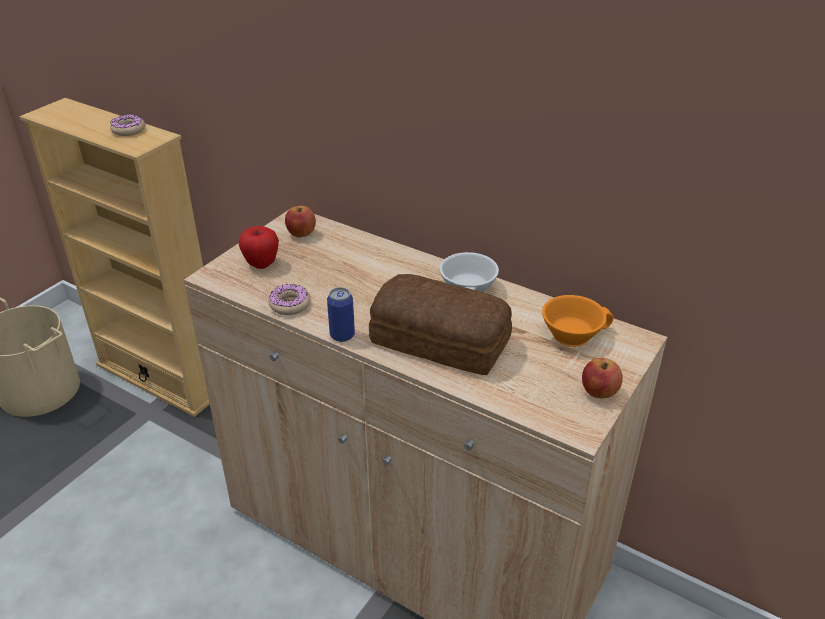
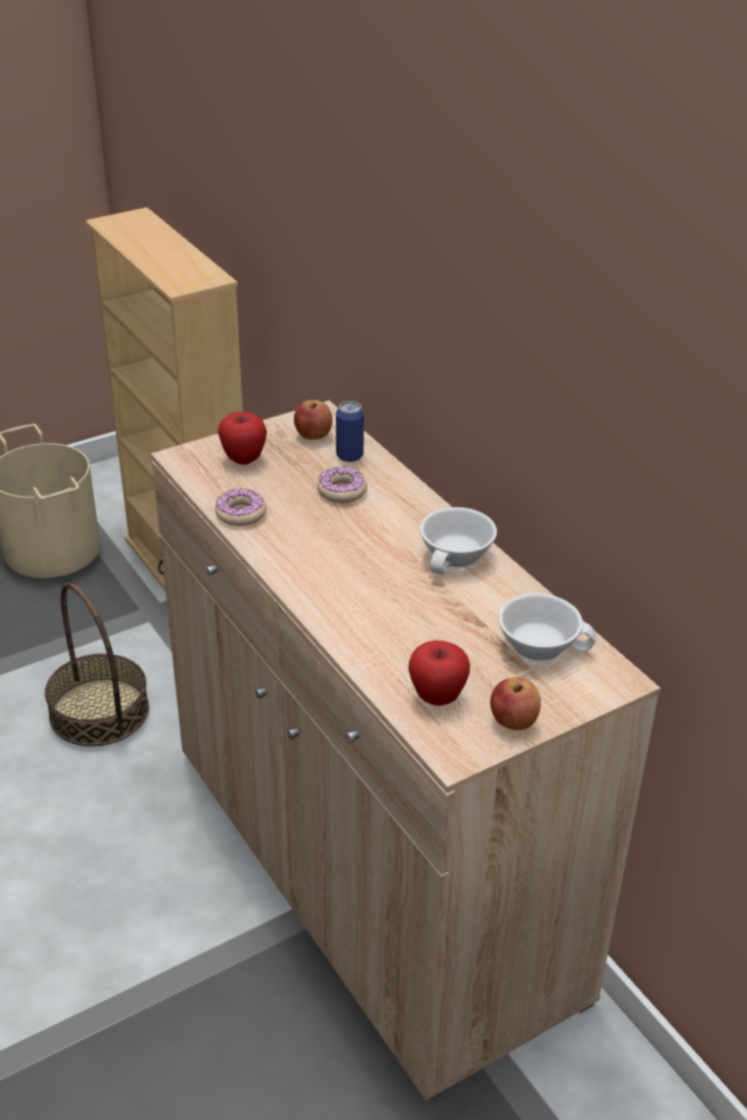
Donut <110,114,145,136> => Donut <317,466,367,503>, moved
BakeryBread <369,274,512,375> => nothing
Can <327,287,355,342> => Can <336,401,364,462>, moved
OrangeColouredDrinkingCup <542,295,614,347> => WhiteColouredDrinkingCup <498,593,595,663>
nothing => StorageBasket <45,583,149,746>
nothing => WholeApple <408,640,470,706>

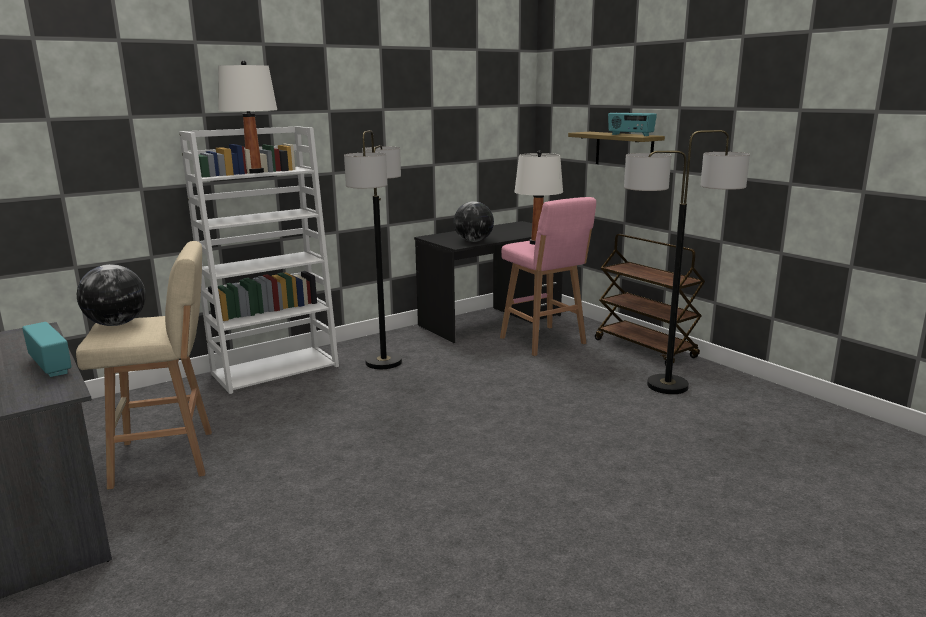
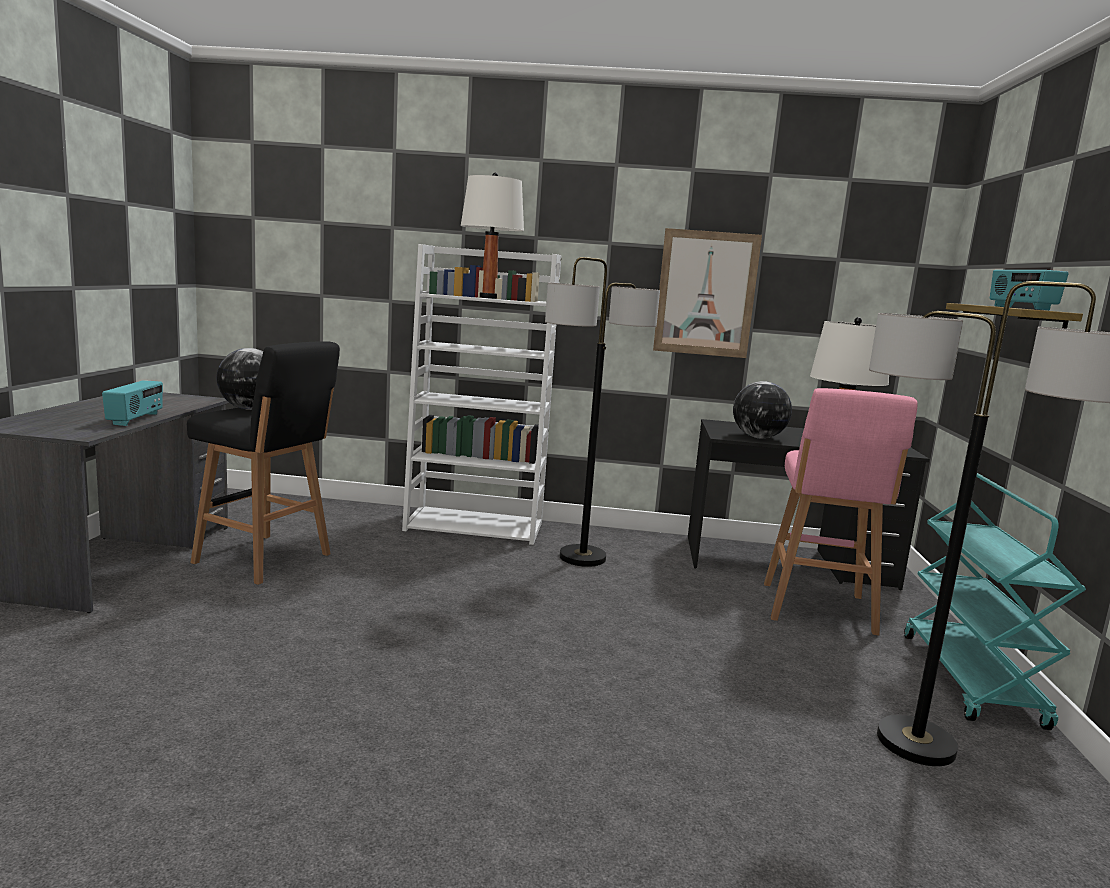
BrownCart <595,234,705,365> => TurquoiseColouredCart <904,473,1086,730>
SandColouredStool <76,241,212,490> => BlackColouredStool <187,341,340,585>
nothing => WallPicture <653,228,762,358>

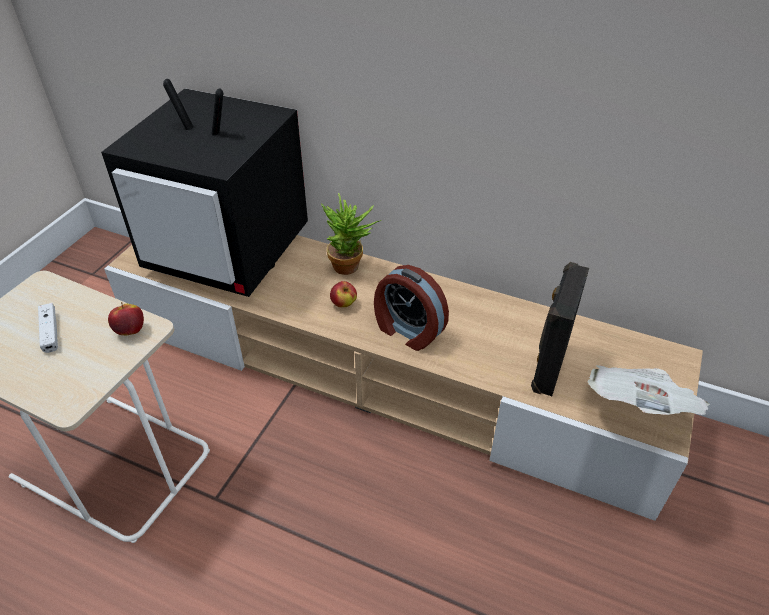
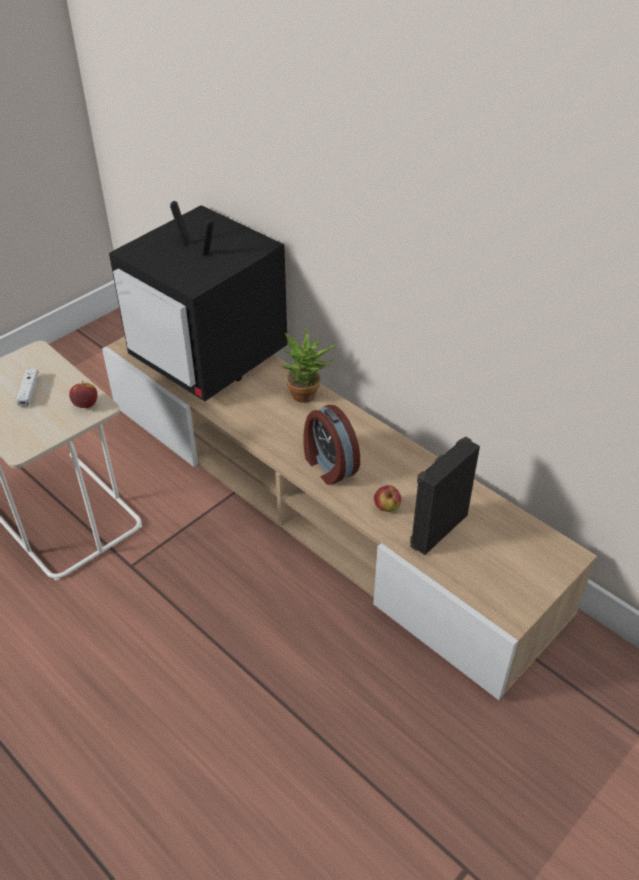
WholeApple <330,281,357,307> => WholeApple <374,485,401,512>, moved
PrintedPaper <588,365,709,415> => nothing

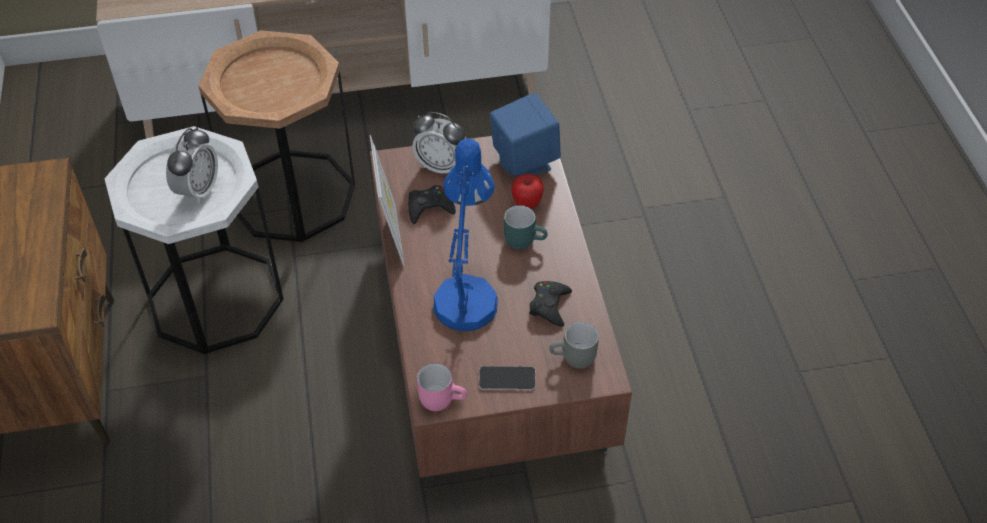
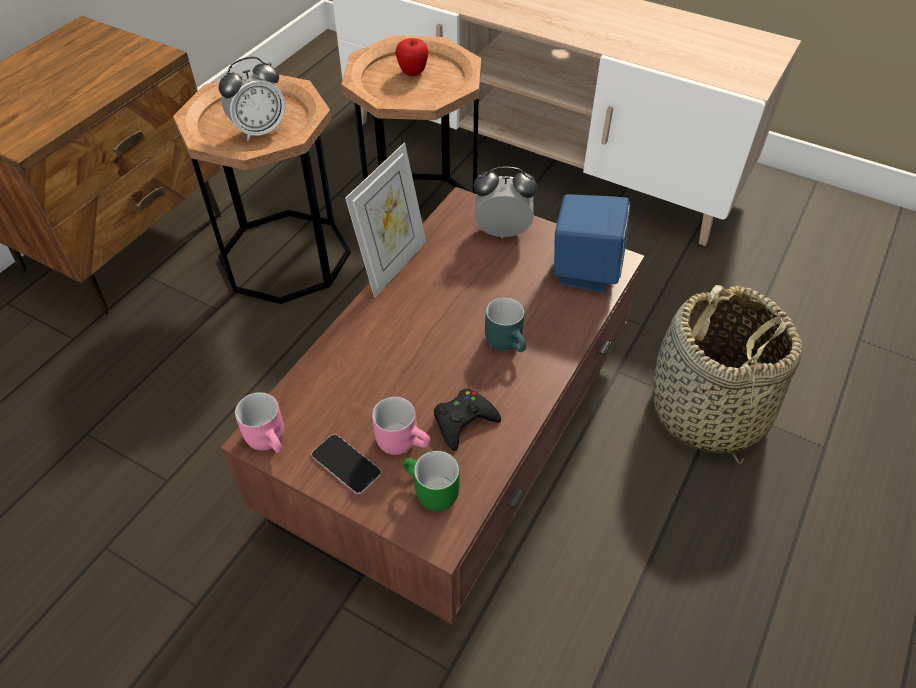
BedsideClock <412,112,467,173> => BedsideClock <474,167,537,238>, 120 degrees clockwise
WhiteColouredAccentTable <104,126,284,354> => BrownAccentTable <173,75,351,304>
BlueTabletopLamp <433,138,498,331> => nothing
WholeApple <511,174,544,209> => WholeApple <395,38,429,76>, moved
BlackColouredGameController <408,185,456,224> => nothing
GrayCoffeeMug <549,322,599,369> => GreenishCoffeeMug <403,451,460,511>
nothing => StorageBasket <653,285,803,464>
nothing => PinkCoffeeMug <372,397,430,455>

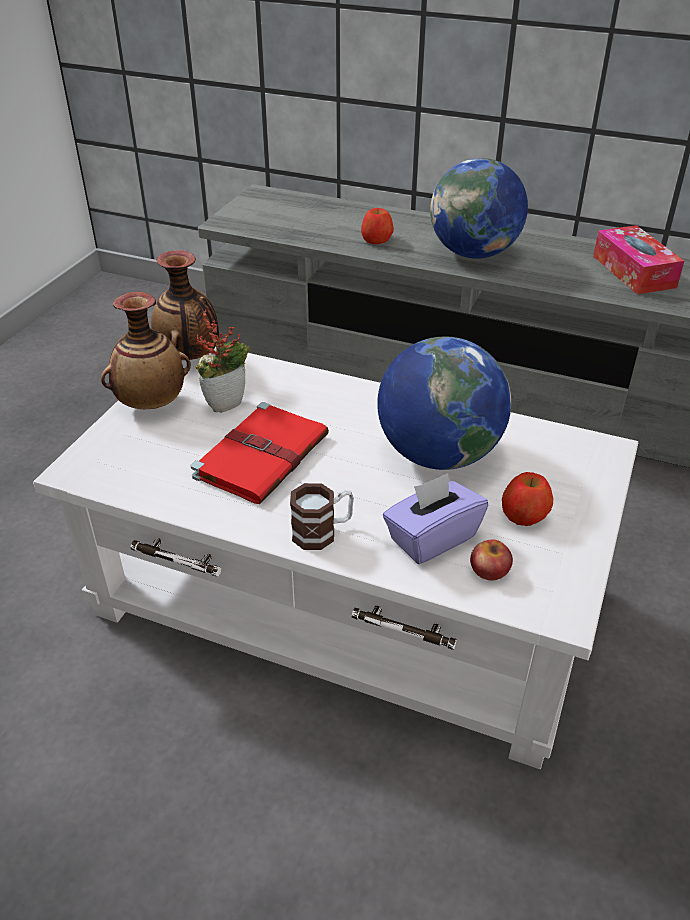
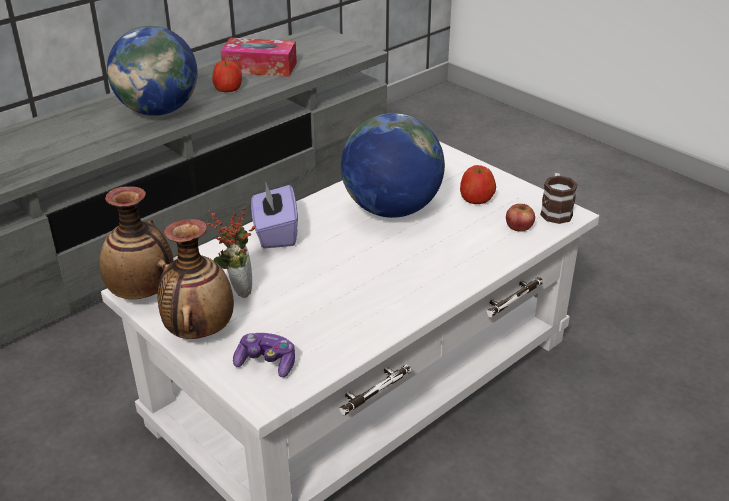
WholeApple <361,208,394,244> => WholeApple <212,60,242,92>, moved
RedColouredVolume <191,402,329,504> => nothing
PurpleColouredTissueHolder <383,473,488,564> => PurpleColouredTissueHolder <251,183,298,248>, moved
CoffeeMug <290,483,354,550> => CoffeeMug <540,173,578,224>, moved
nothing => GameController <233,333,295,377>

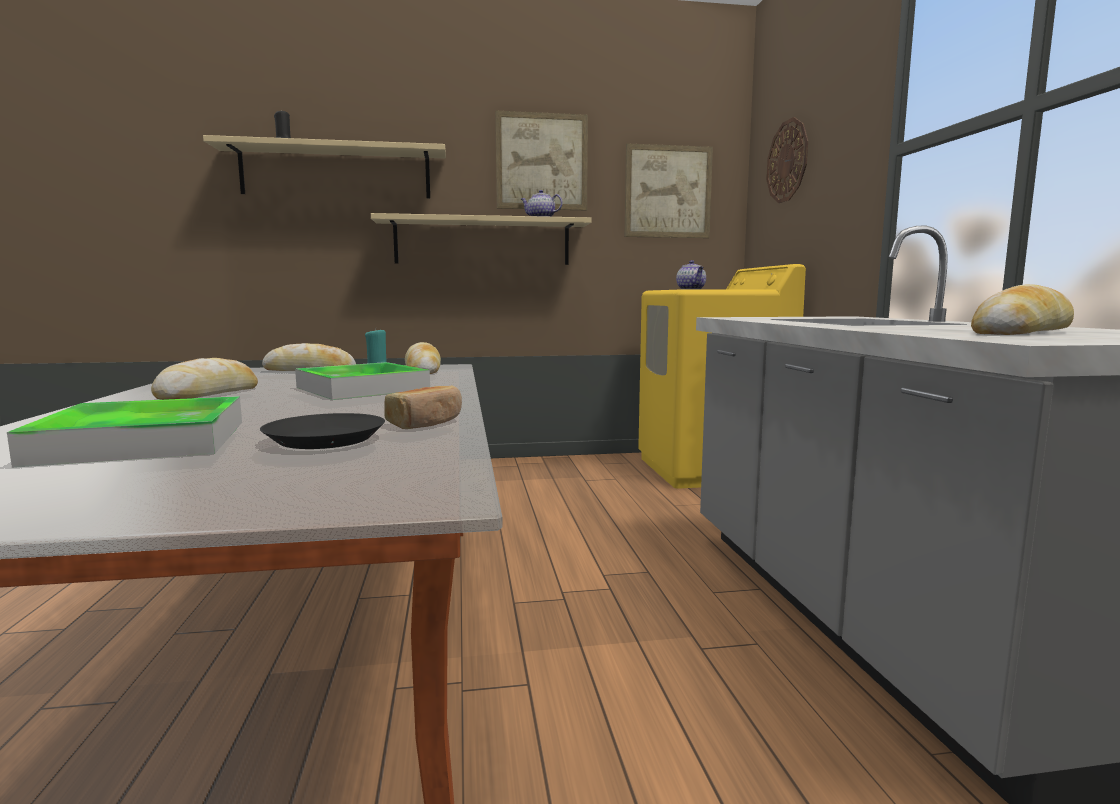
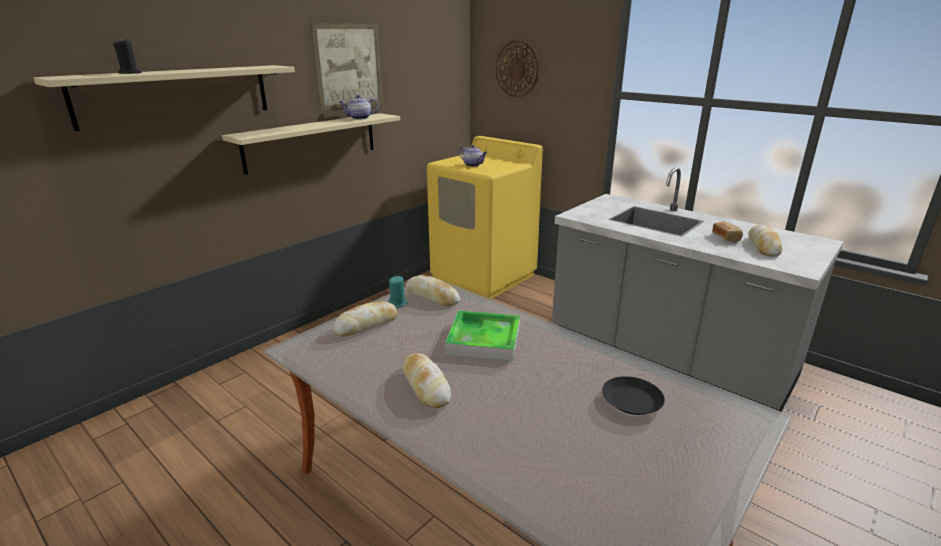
WallPicture <625,143,713,238> => nothing
BakeryBread <384,385,462,429> => BakeryBread <712,221,743,243>, moved
Tray <7,396,242,468> => nothing

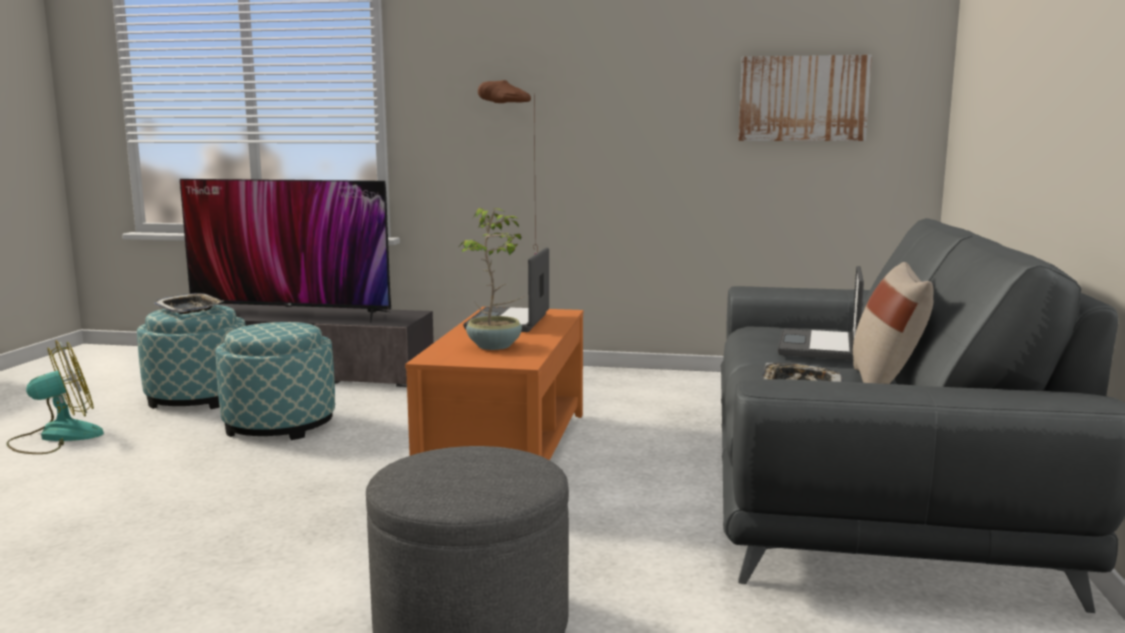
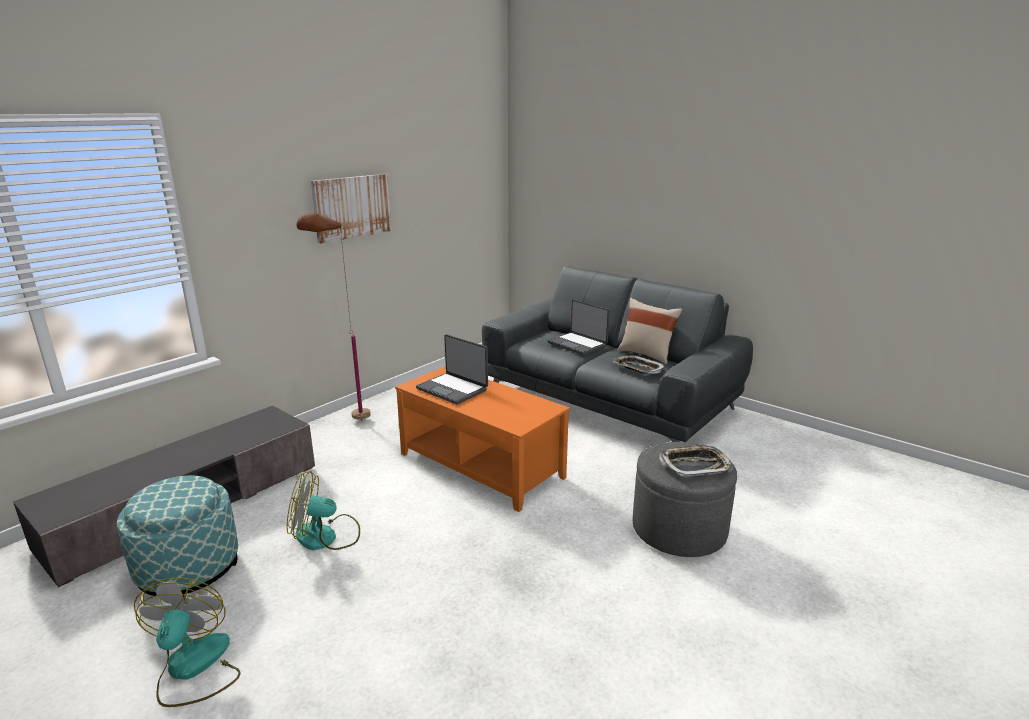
WallPicture <739,55,872,141> => WallPicture <311,174,392,244>, moved
Television <180,179,391,323> => nothing
Houseplant <460,208,525,350> => nothing
Tray <153,293,223,314> => Tray <659,444,733,476>, moved
Pouffe <215,322,335,440> => ElectricFan <287,471,360,550>

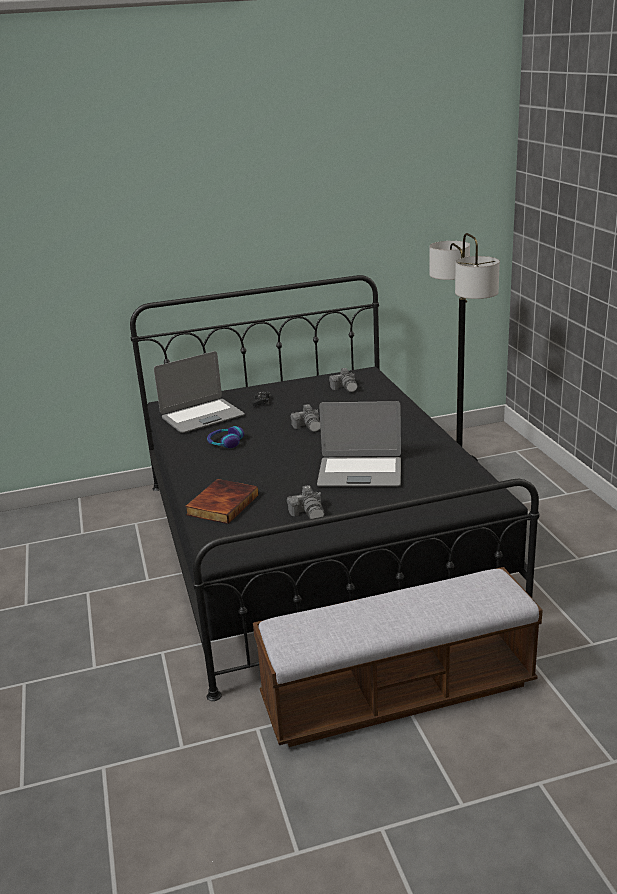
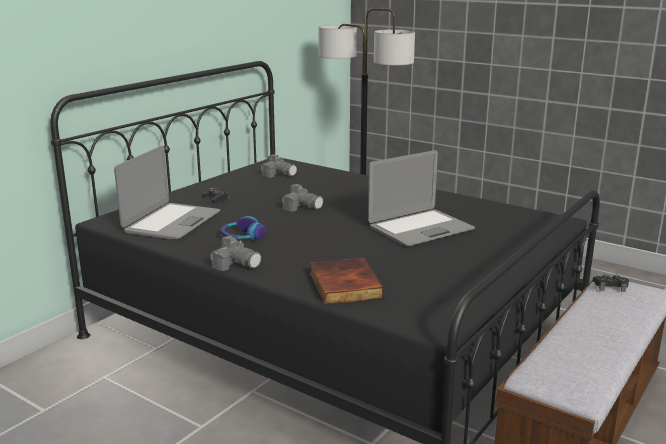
StillCamera <287,485,325,519> => StillCamera <210,236,261,271>, moved
nothing => BlackColouredGameController <592,274,629,292>

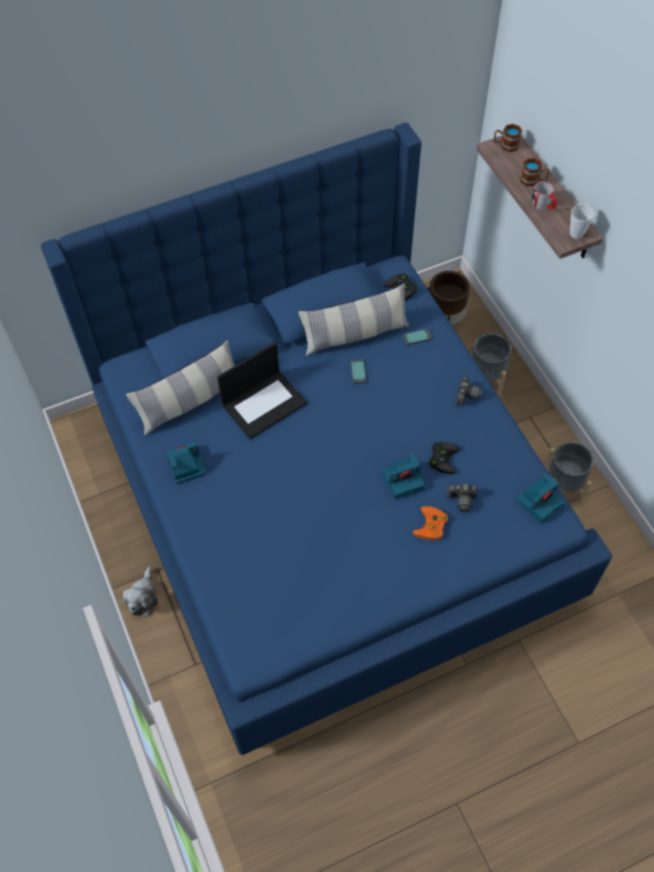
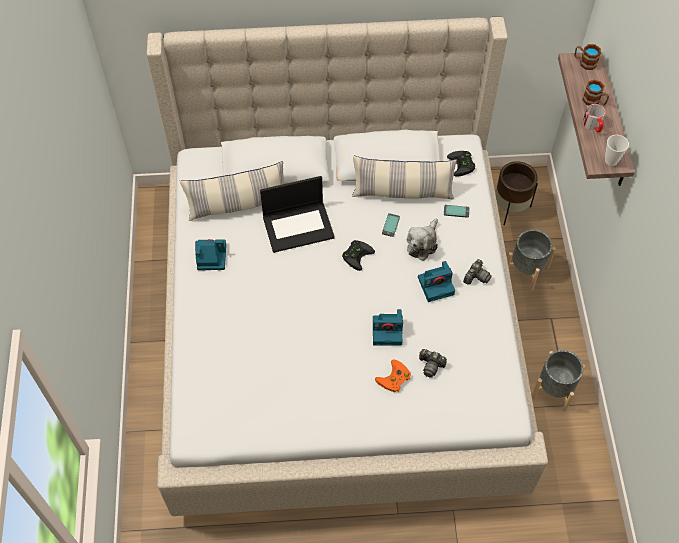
BlueBed <41,123,612,755> => SandColouredBed <146,16,548,516>
BlackColouredGameController <429,442,460,474> => BlackColouredGameController <342,240,375,271>, moved
StillCamera <517,473,565,523> => StillCamera <418,261,455,302>, moved
SoftToy <123,566,158,617> => SoftToy <407,218,438,261>, moved

